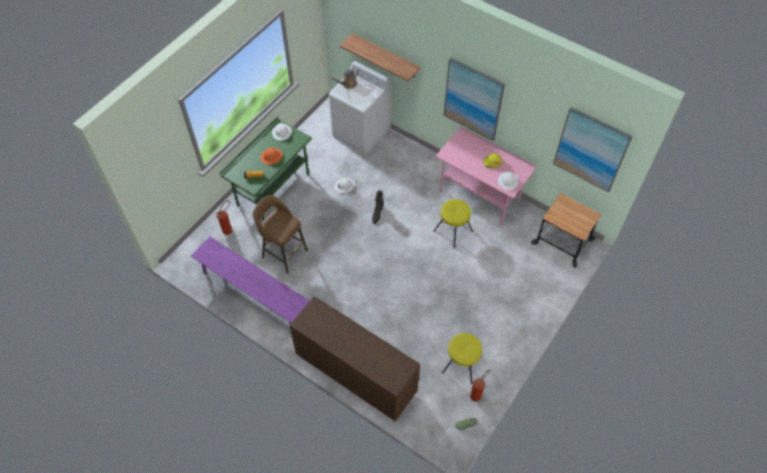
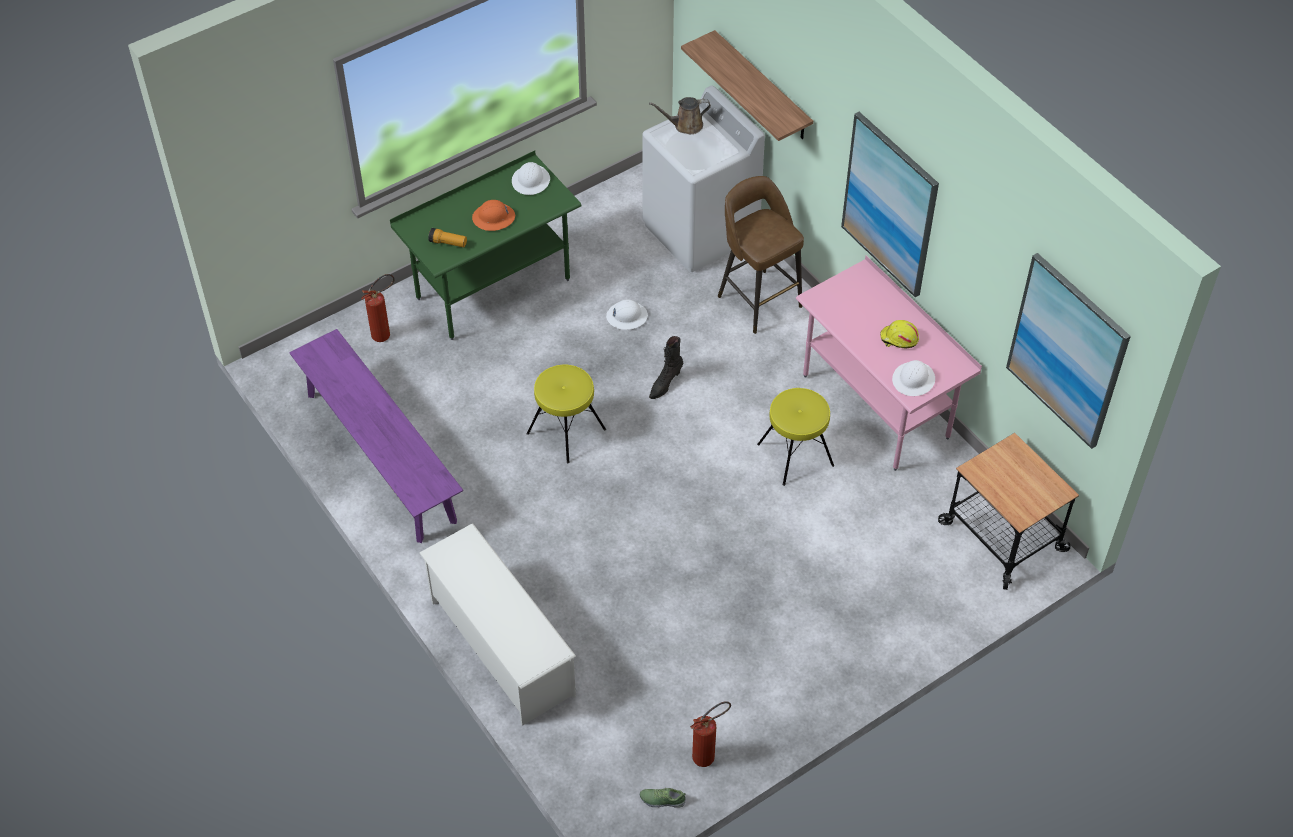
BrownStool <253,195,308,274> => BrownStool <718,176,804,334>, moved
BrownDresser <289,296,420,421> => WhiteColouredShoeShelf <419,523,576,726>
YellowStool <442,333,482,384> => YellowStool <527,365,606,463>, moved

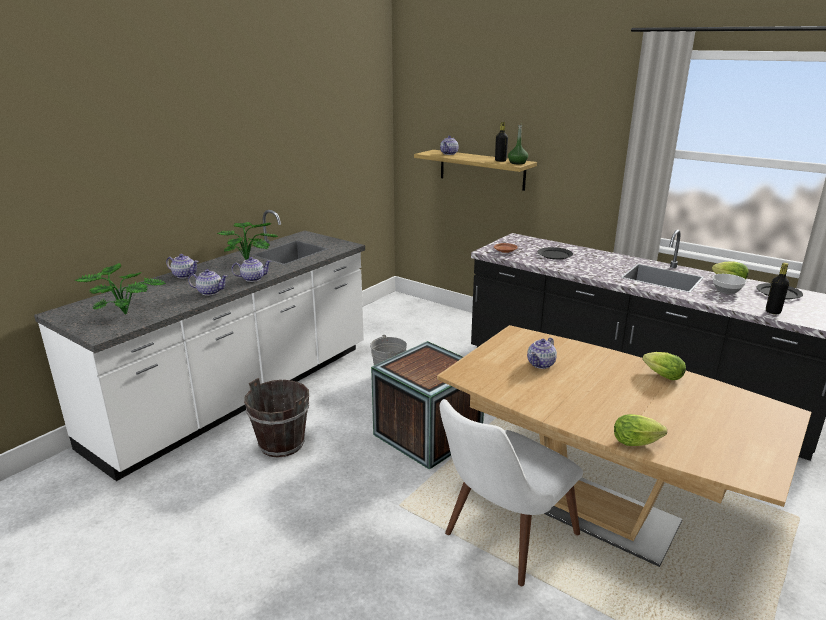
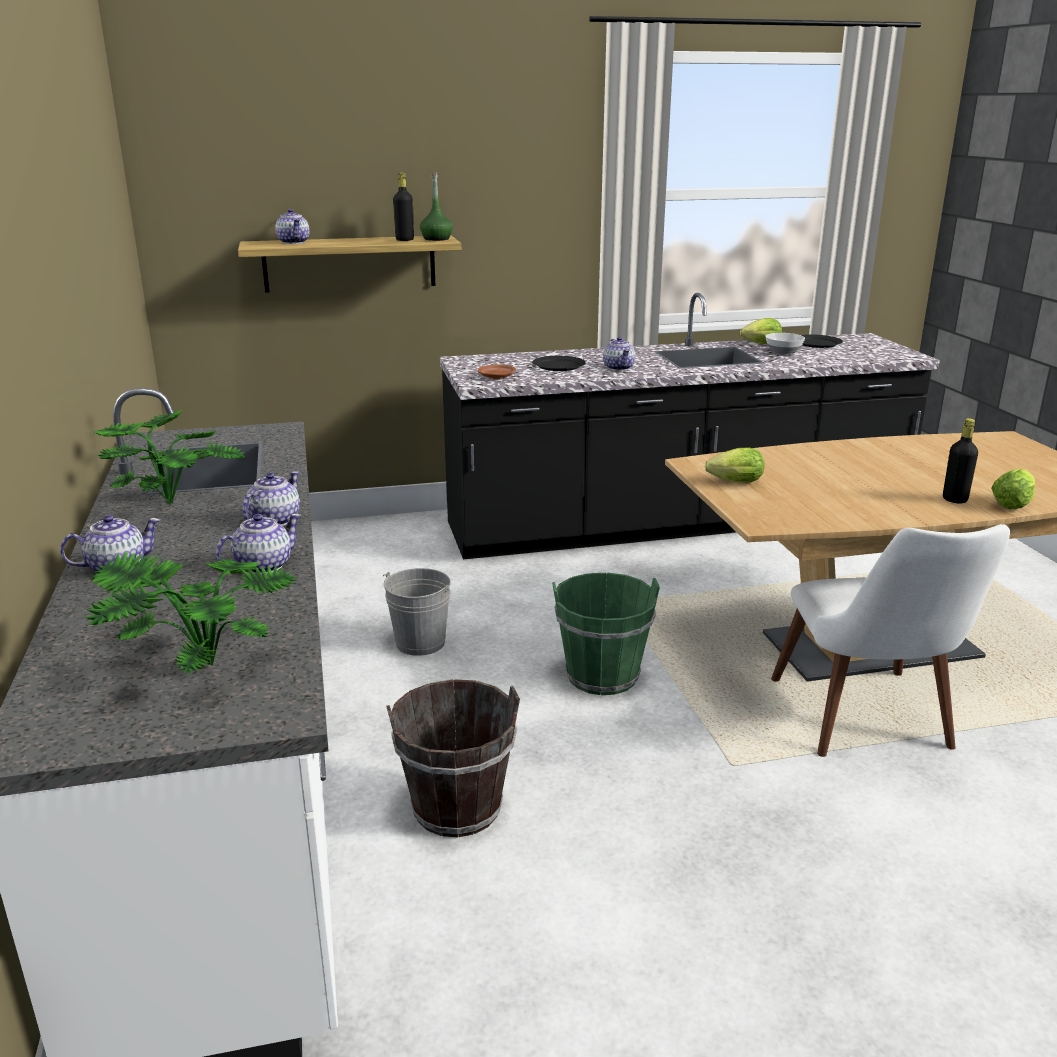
BlackColouredDrinkBottle <766,262,789,314> => BlackColouredDrinkBottle <943,418,978,503>, moved
TeaPot <527,337,557,369> => TeaPot <603,337,636,371>, moved
PackingCrate <371,341,484,470> => GreenishBucket <552,573,660,695>
HeadOfLettuce <642,352,686,380> => HeadOfLettuce <705,448,764,482>, moved

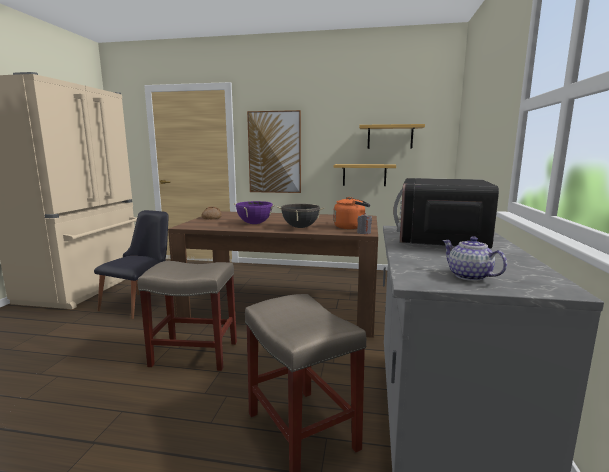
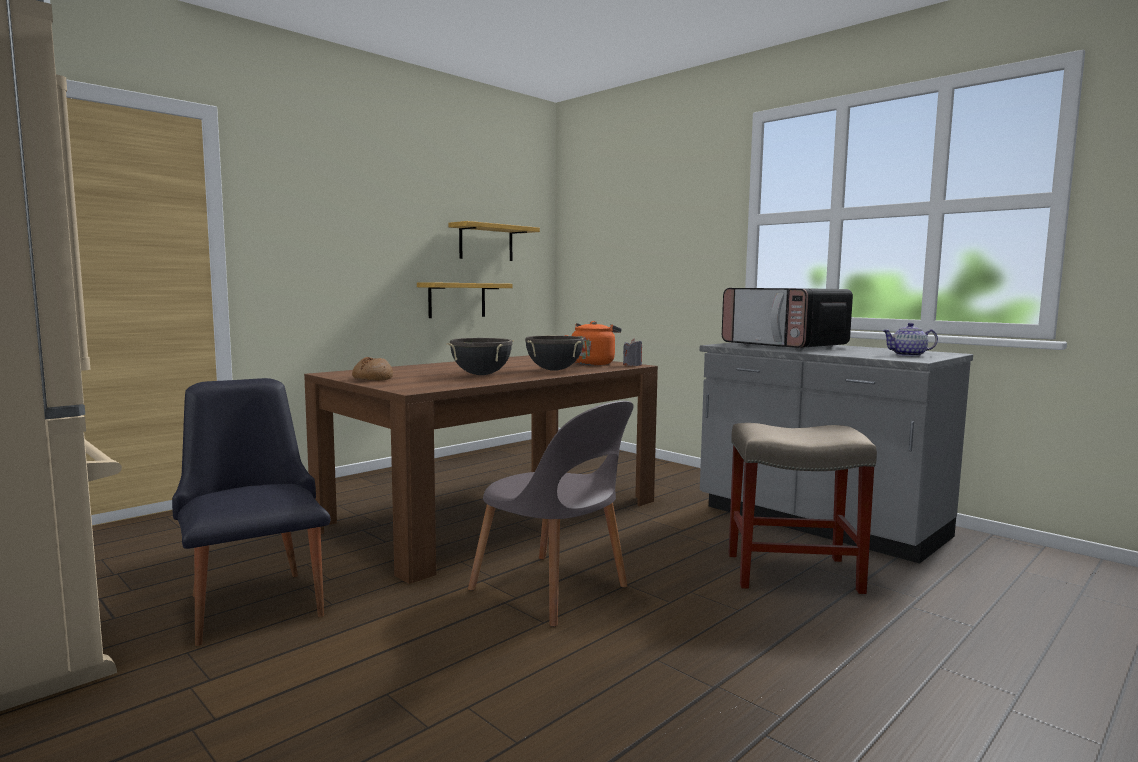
WallPicture <247,110,301,193> => nothing
PurpleColouredSaucepot <234,201,276,224> => BlackColouredSaucepot <446,338,514,375>
SandColouredStool <138,261,237,371> => GrayChair <468,401,634,627>

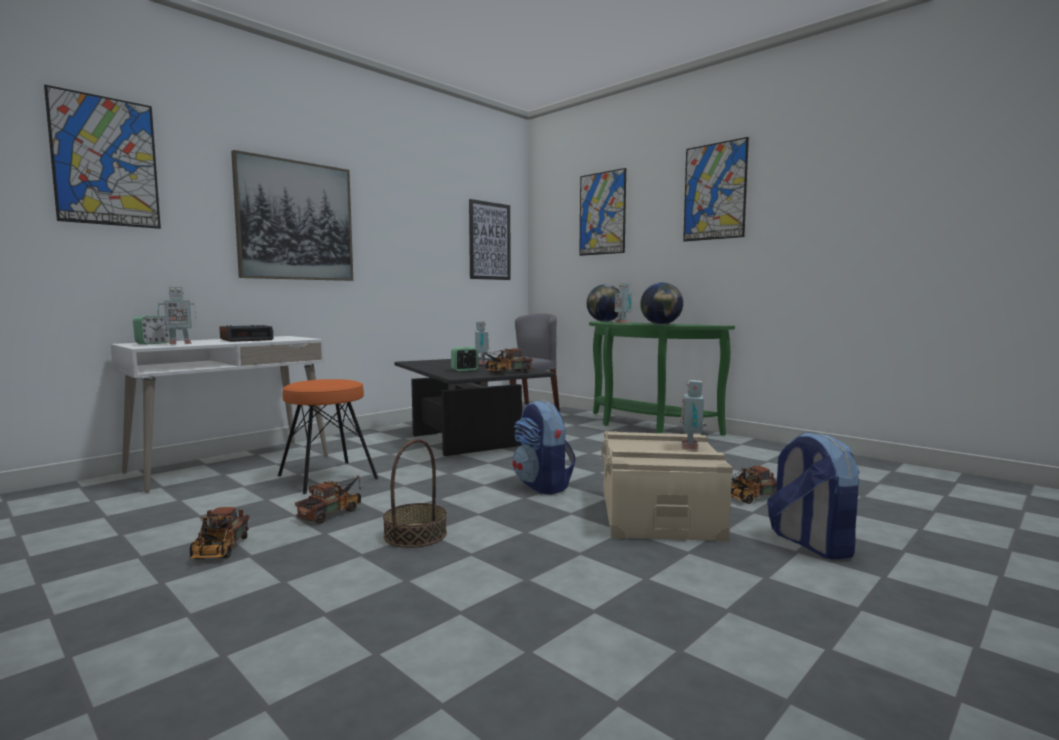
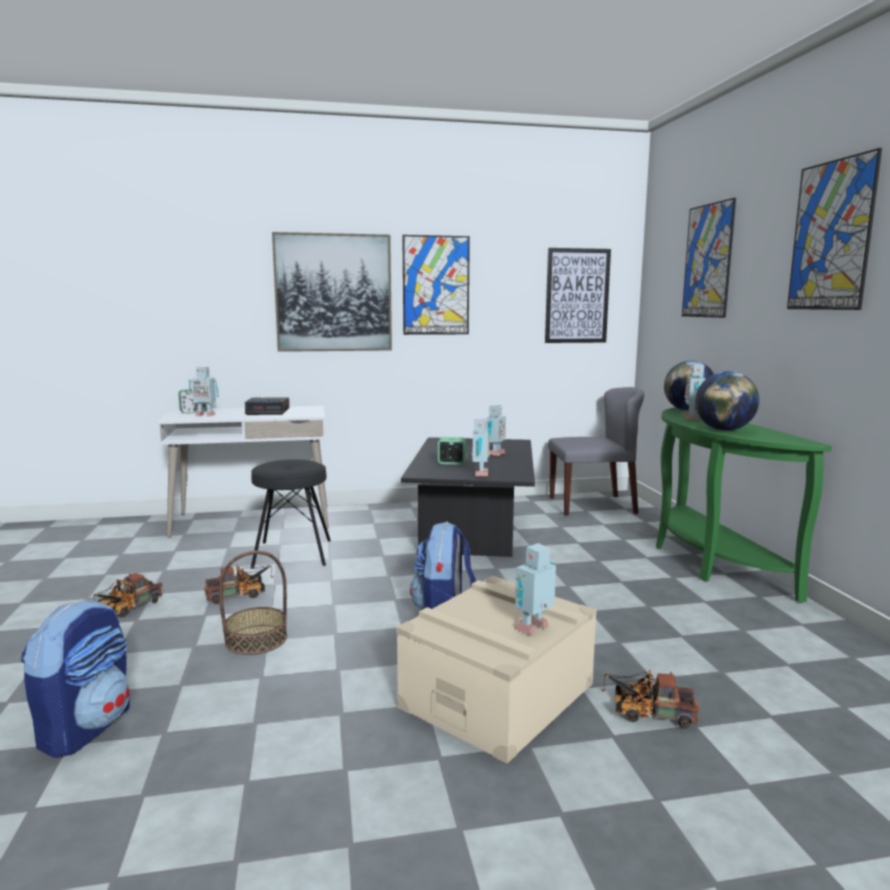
WallPicture <44,84,161,229> => WallPicture <402,235,470,335>, moved
ToyTruck <482,348,532,375> => ModelRobot <469,419,490,477>
OrangeColouredStool <278,379,378,494> => BlackColouredStool <251,459,331,568>
Backpack <767,432,859,559> => Backpack <21,599,130,758>, moved

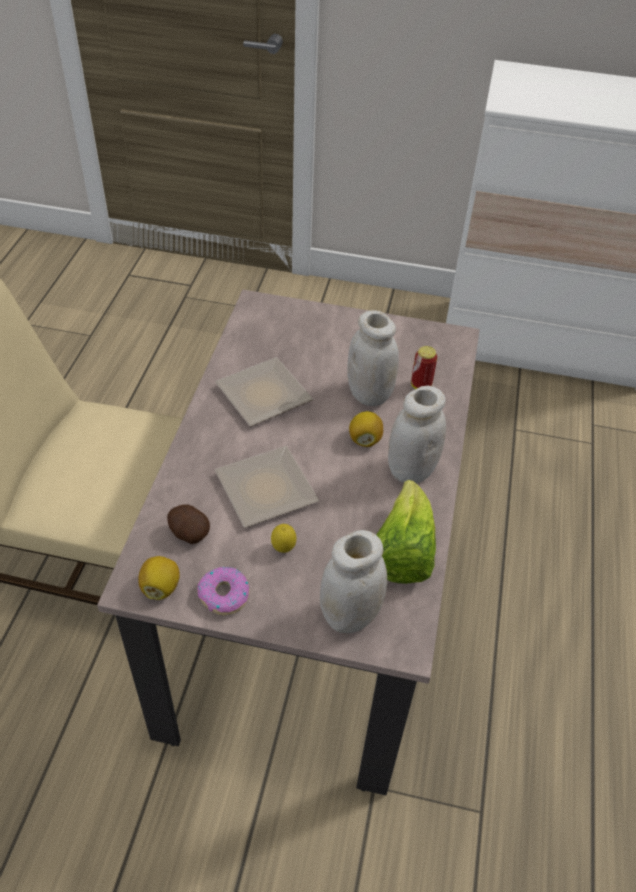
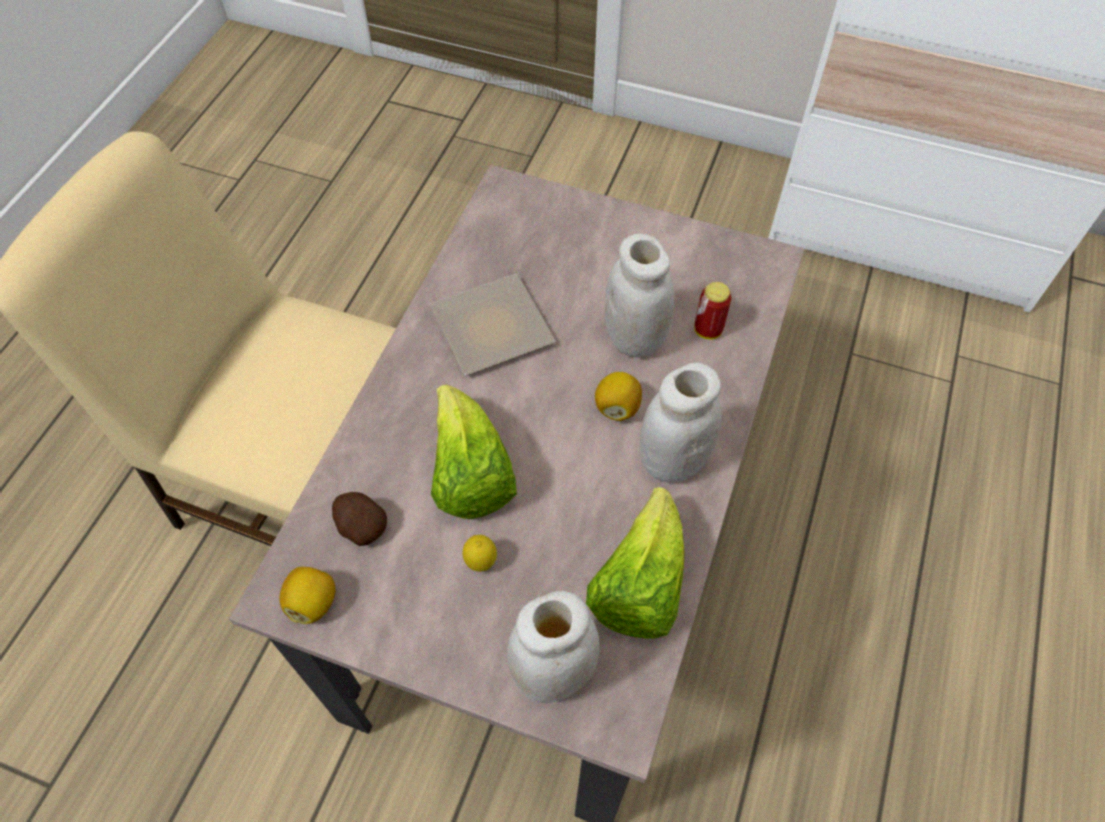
Plate <215,446,319,528> => HeadOfLettuce <431,384,517,519>
Donut <197,567,250,615> => nothing

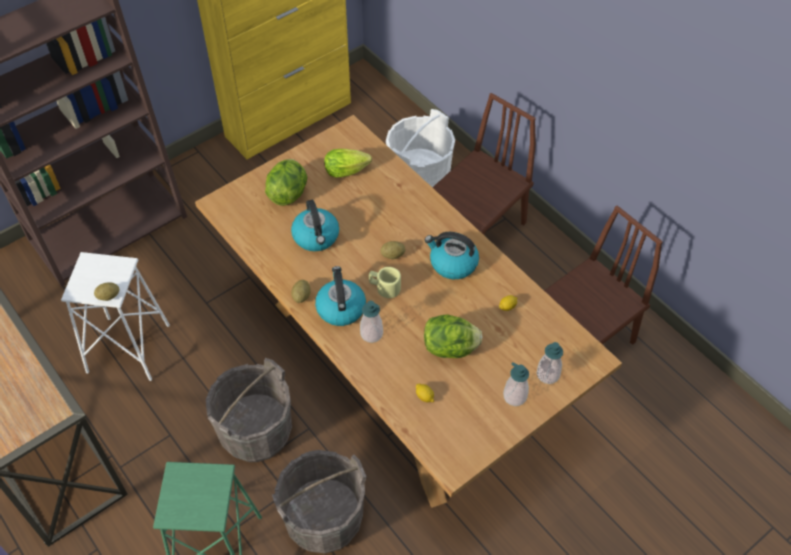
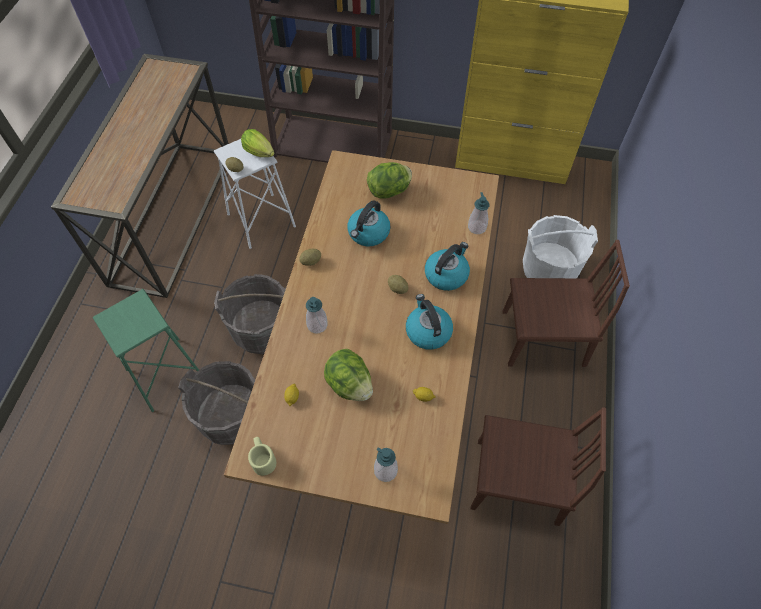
HeadOfLettuce <324,149,372,178> => HeadOfLettuce <241,129,274,157>, moved
Kettle <315,266,366,326> => Kettle <425,242,470,291>, moved
SandColouredCoffeeMug <369,267,401,298> => SandColouredCoffeeMug <248,437,276,476>, moved
SoapDispenser <503,362,529,406> => SoapDispenser <468,192,489,234>, moved

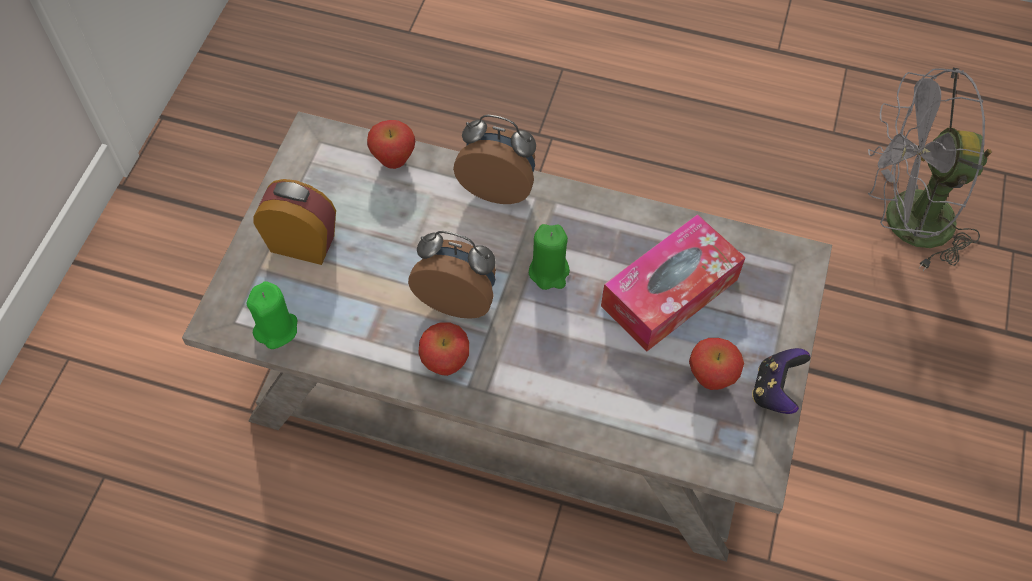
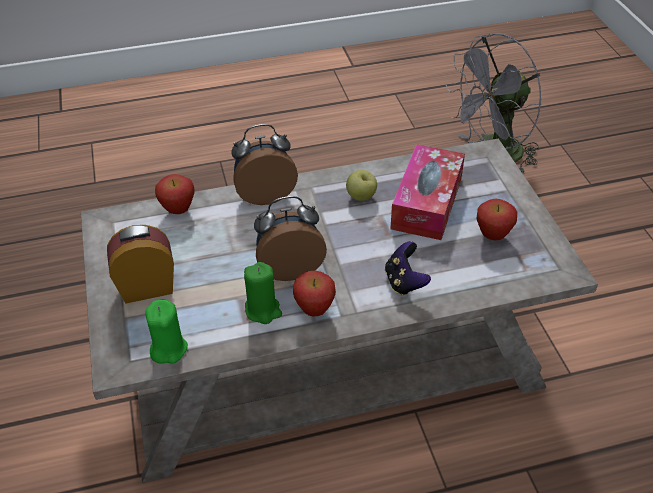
GreenishWaxLight <529,224,570,290> => GreenishWaxLight <244,262,282,324>, moved
GameController <752,348,810,414> => GameController <385,241,431,296>, moved
nothing => WholeApple <346,170,377,201>

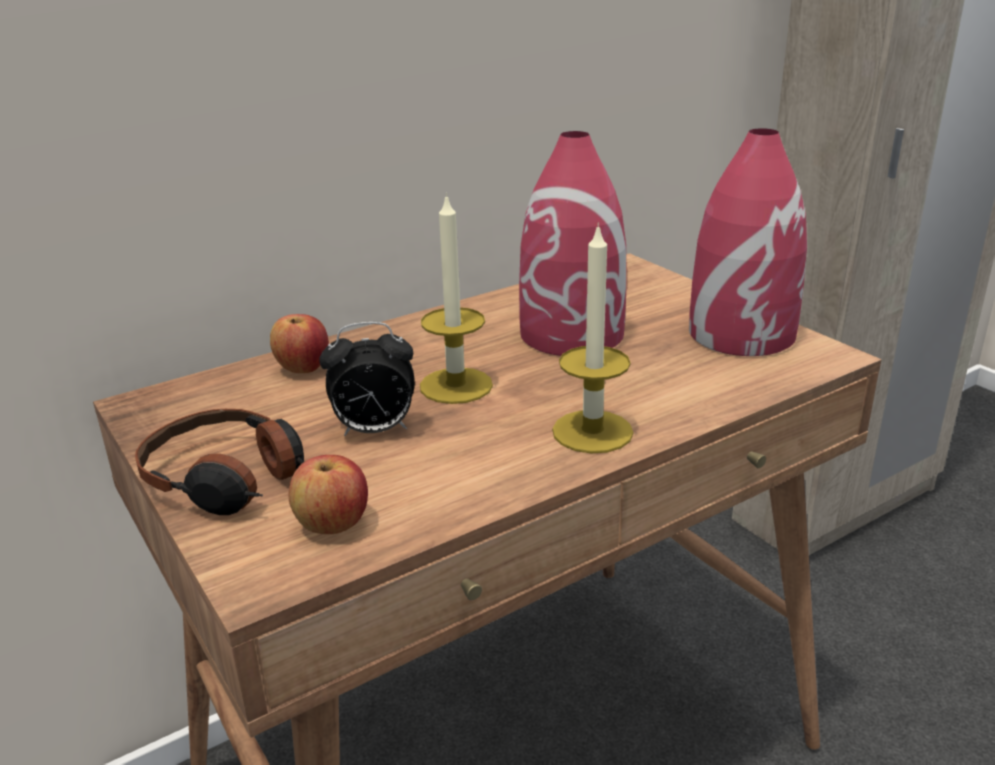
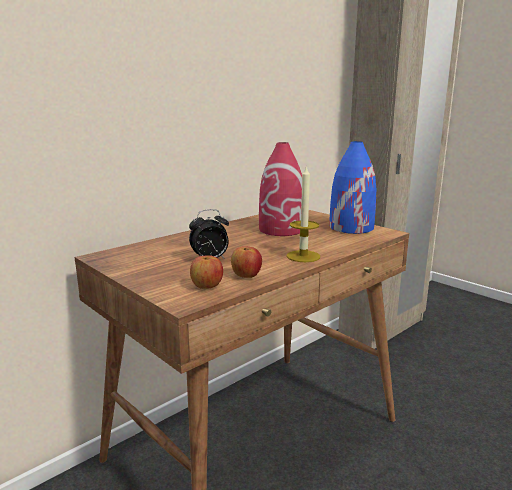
RedColouredDecorativeVase <689,128,807,356> => BlueDecorativeVase <329,141,376,234>
WaxLight <420,193,493,404> => nothing
WholeApple <270,314,329,373> => WholeApple <231,246,262,278>, moved
Headphones <135,409,304,515> => nothing

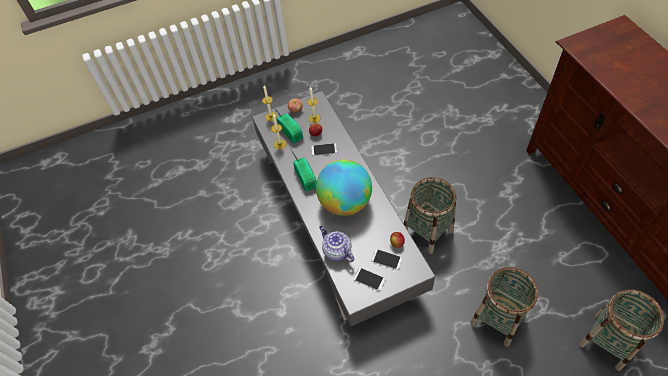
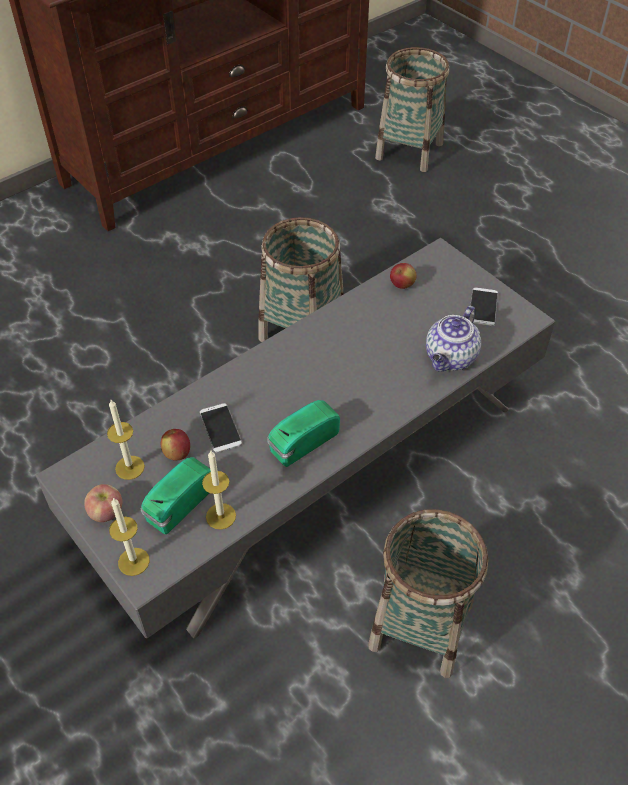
WorldGlobe <316,160,372,216> => nothing
Telephone <371,249,402,270> => nothing
StorageBasket <470,267,539,347> => StorageBasket <368,509,489,678>, moved

